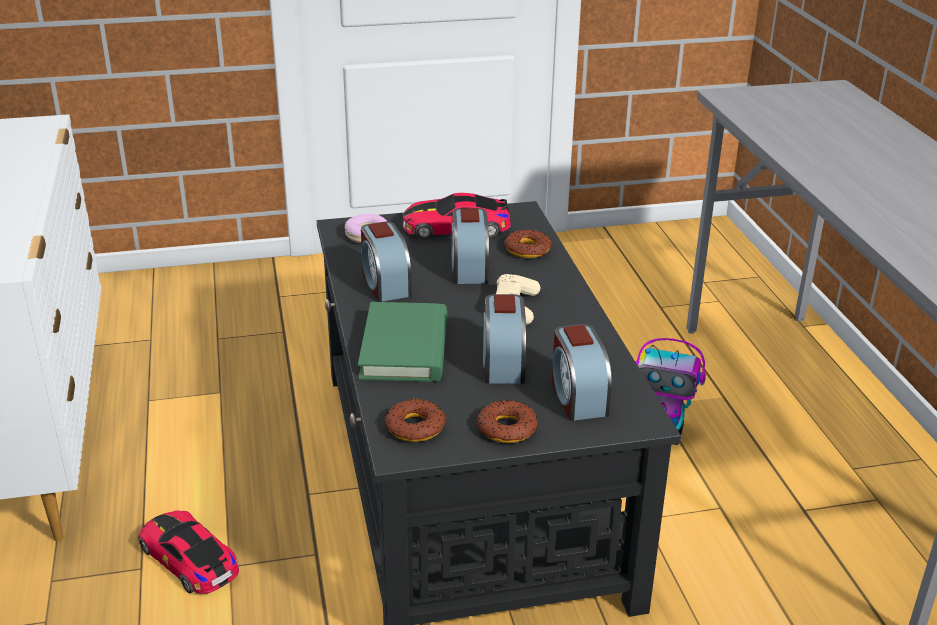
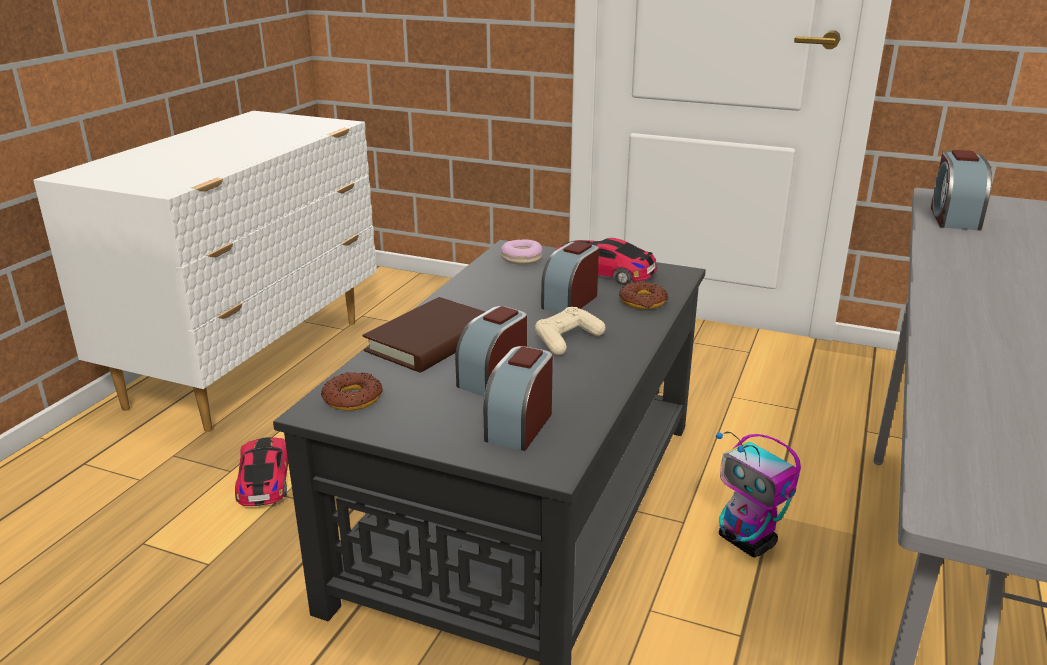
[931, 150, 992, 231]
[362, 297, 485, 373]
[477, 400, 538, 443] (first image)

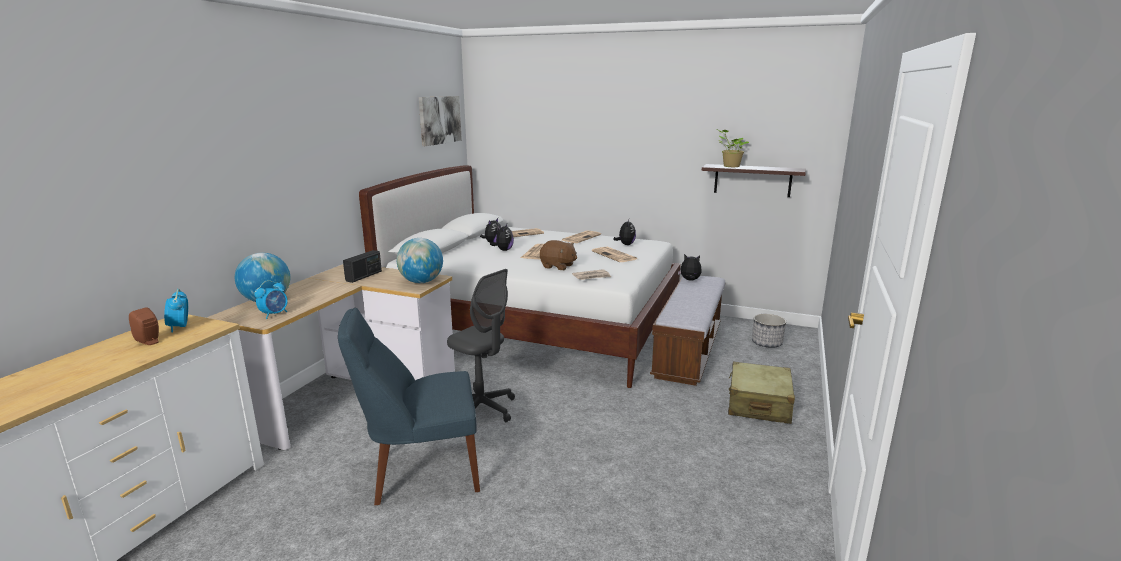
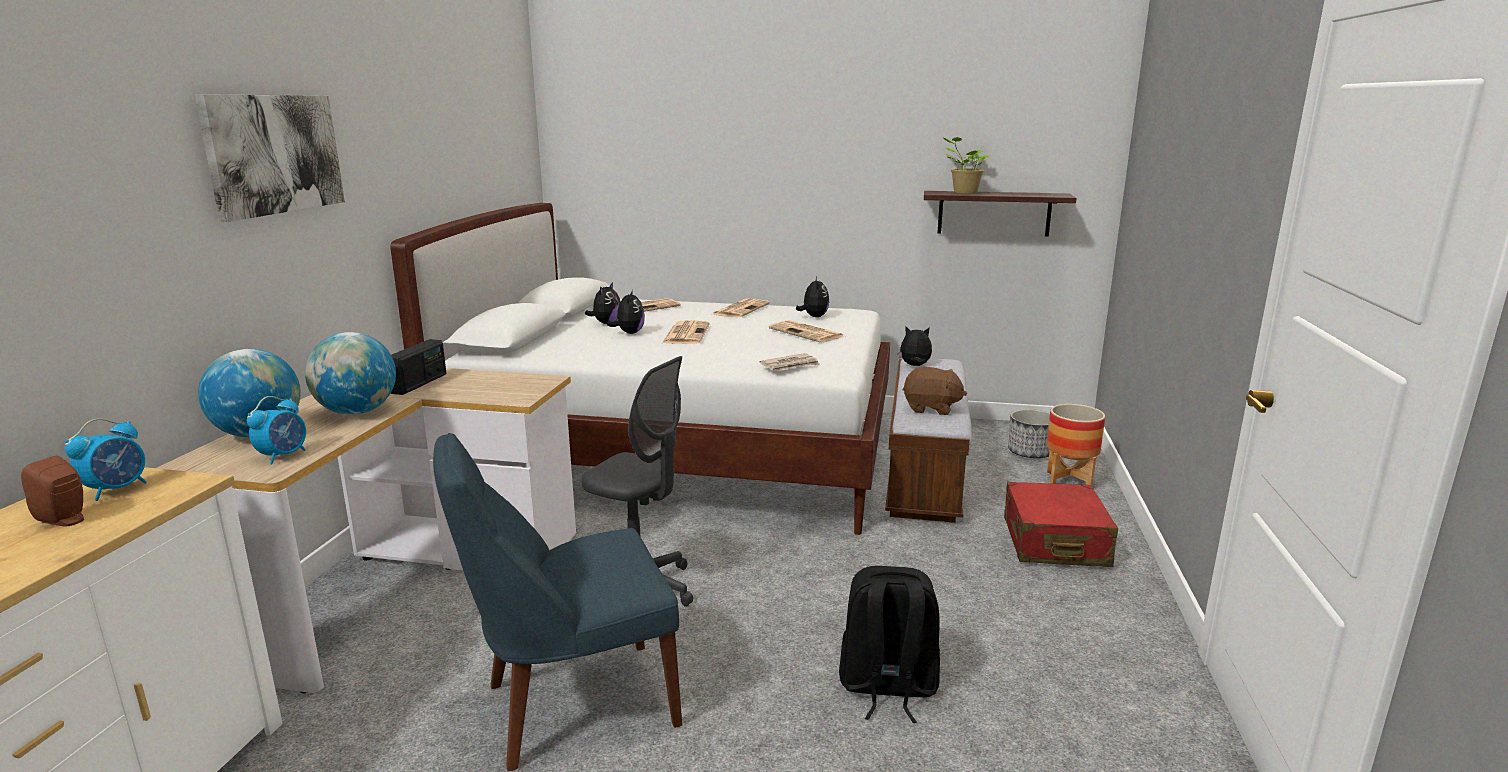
[195, 94, 345, 222]
[305, 332, 396, 415]
[903, 367, 967, 415]
[65, 418, 147, 501]
[1004, 482, 1118, 567]
[1046, 404, 1105, 486]
[839, 566, 940, 723]

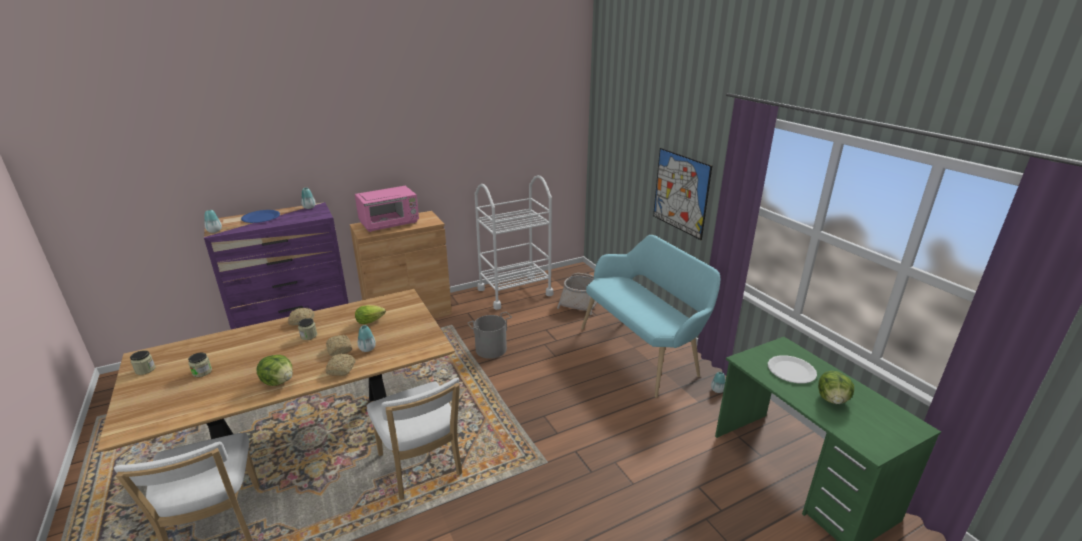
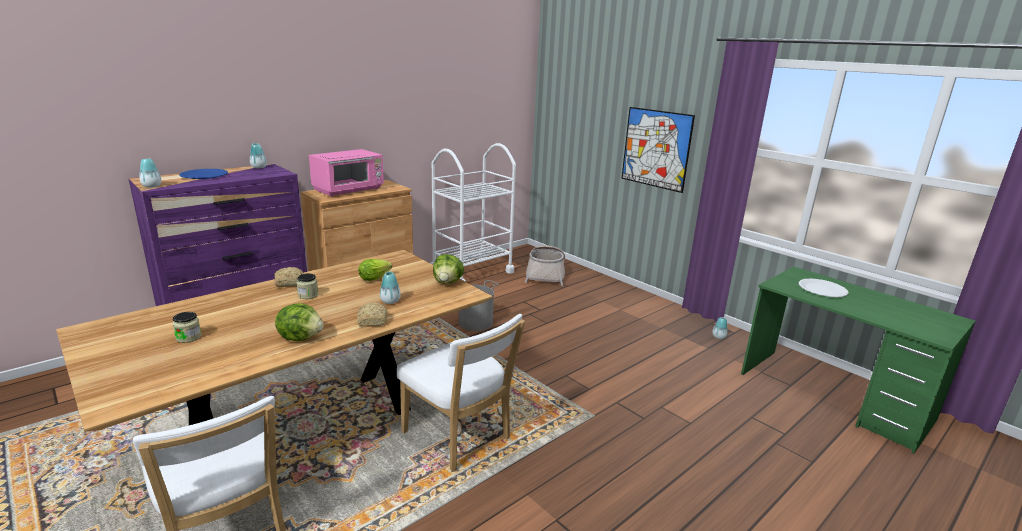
[581, 235, 720, 398] (first image)
[326, 335, 352, 356] (first image)
[130, 350, 156, 375] (first image)
[433, 254, 464, 284]

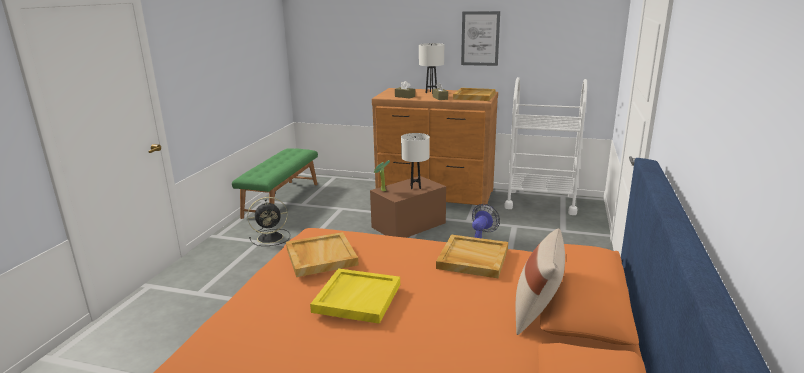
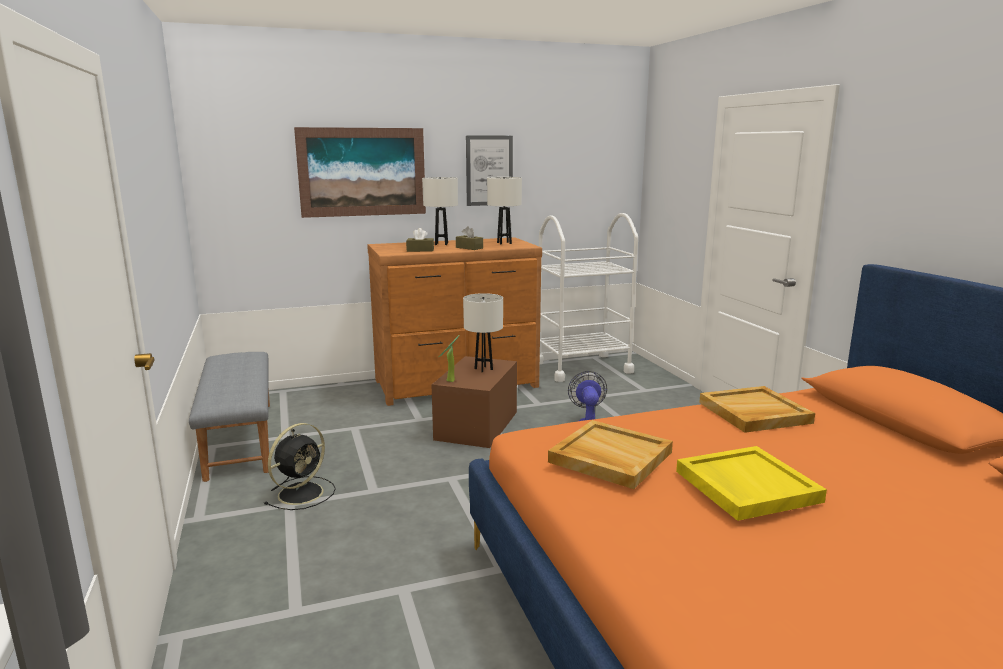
[487, 177, 522, 244]
[189, 352, 270, 482]
[515, 228, 565, 335] (first image)
[294, 127, 426, 218]

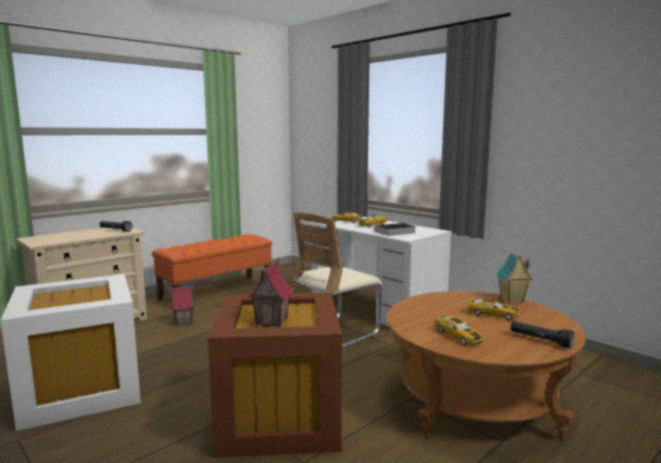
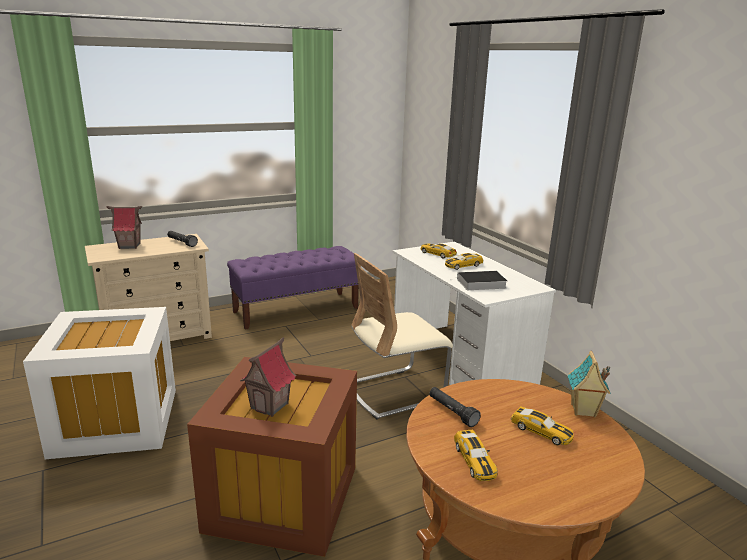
[227, 246, 359, 330]
[107, 206, 142, 249]
[429, 387, 481, 427]

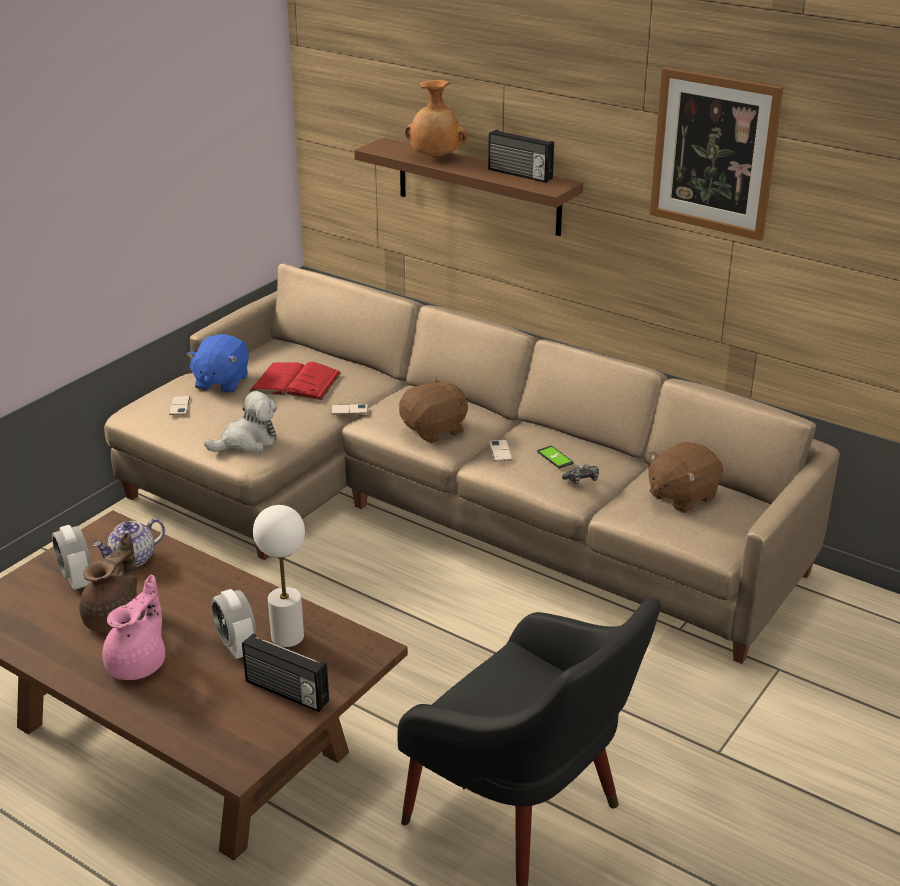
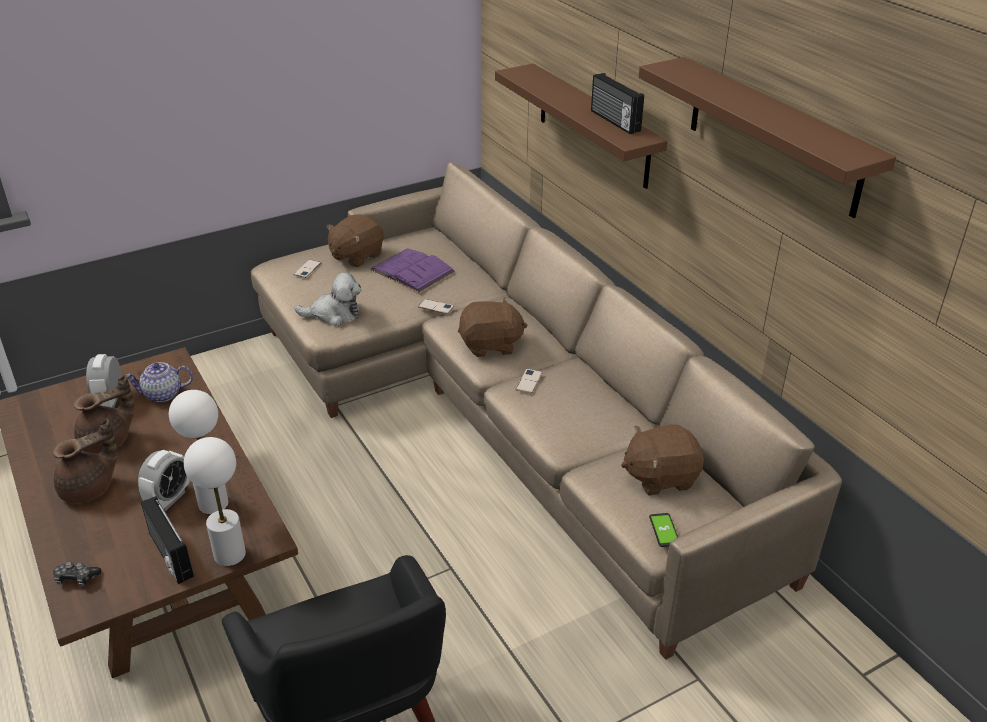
[639, 57, 896, 218]
[405, 80, 467, 157] (first image)
[326, 214, 384, 267]
[370, 249, 455, 292]
[649, 513, 678, 547]
[53, 561, 101, 586]
[53, 419, 117, 504]
[138, 450, 190, 511]
[184, 437, 246, 566]

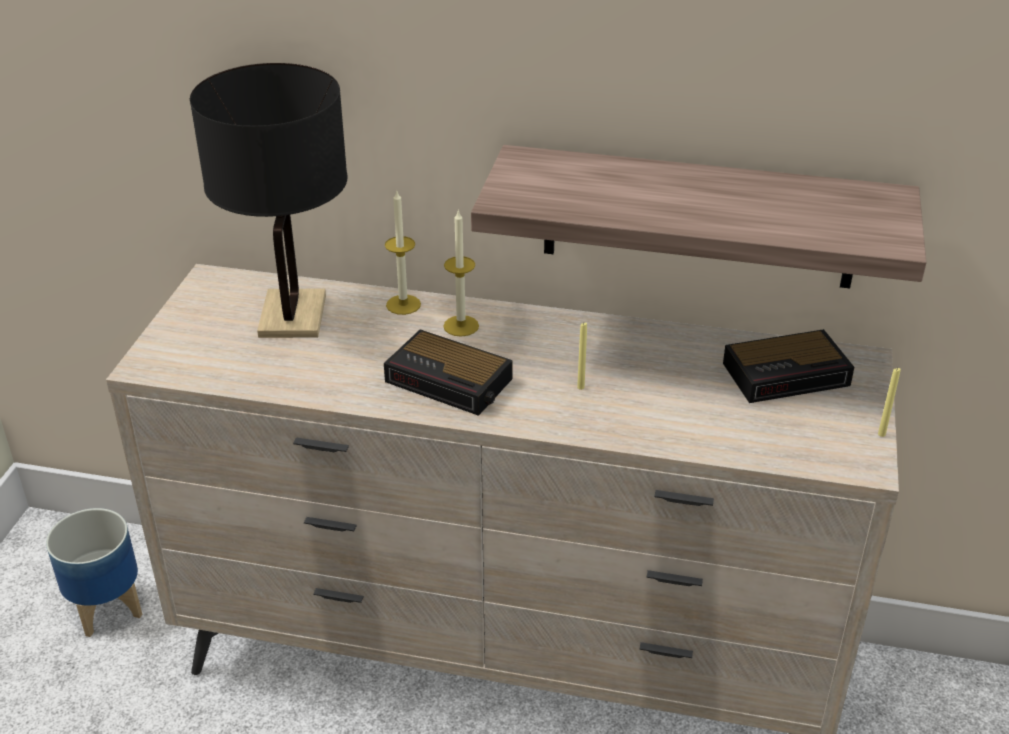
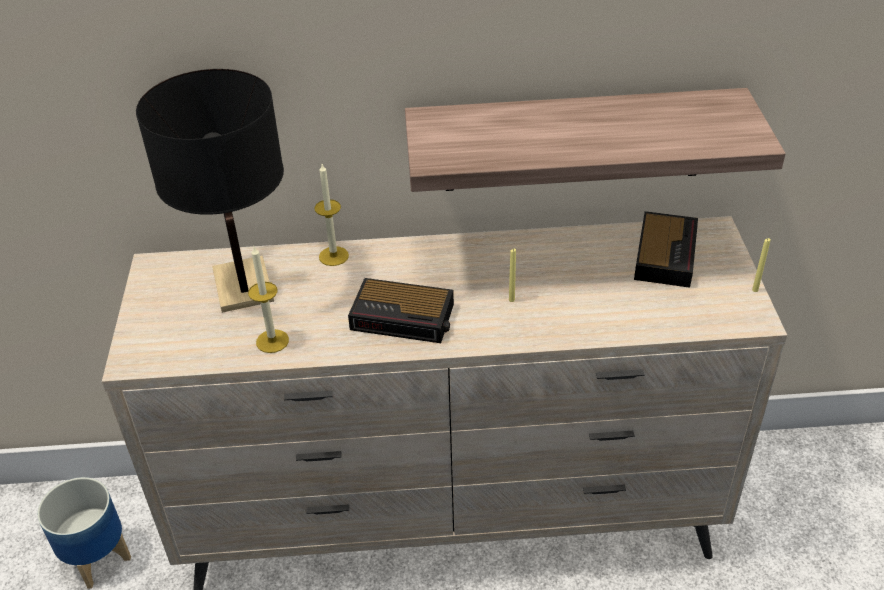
[248, 247, 289, 353]
[634, 211, 698, 288]

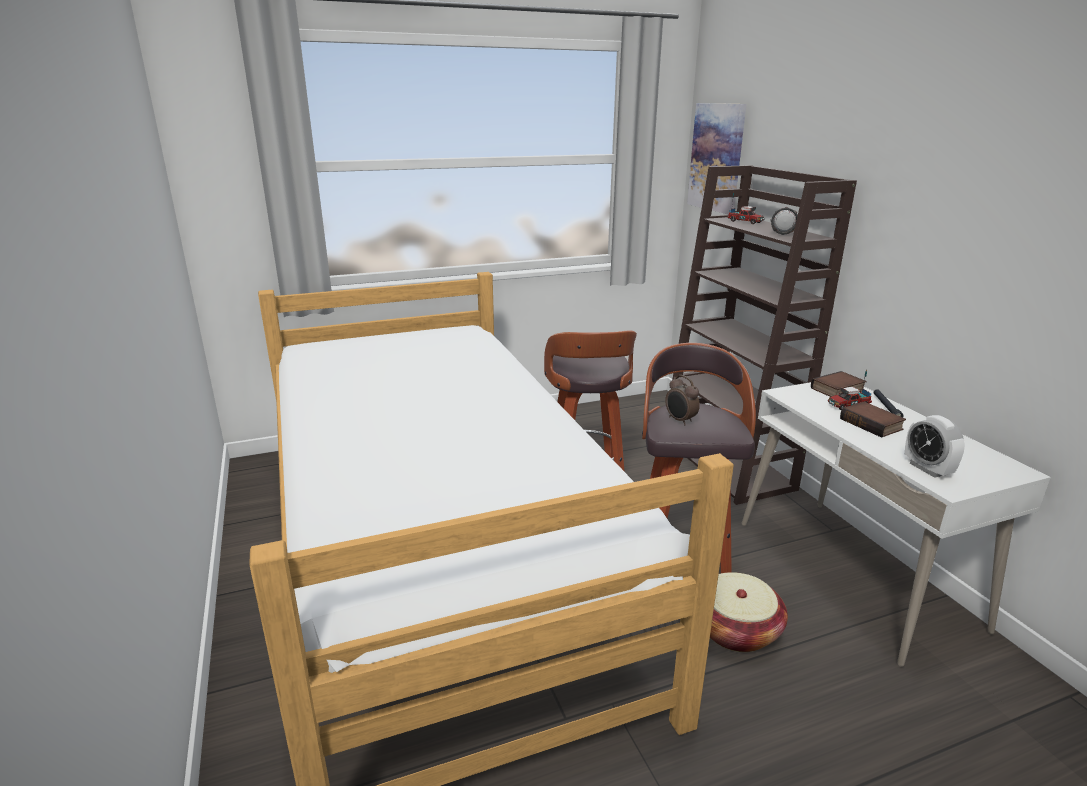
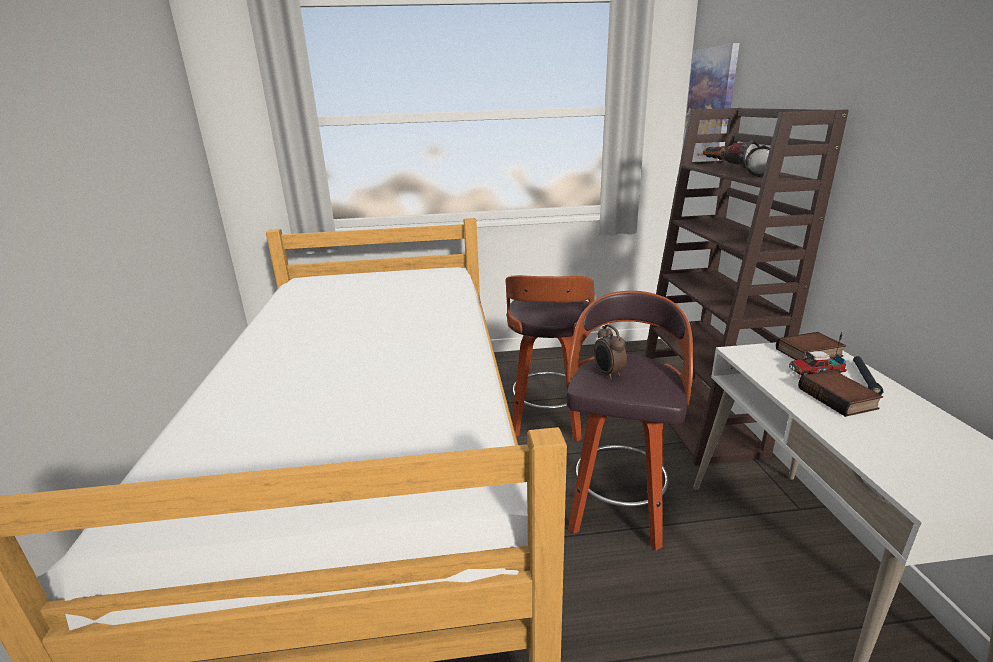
[703, 140, 760, 169]
[905, 415, 965, 478] (first image)
[710, 572, 788, 652] (first image)

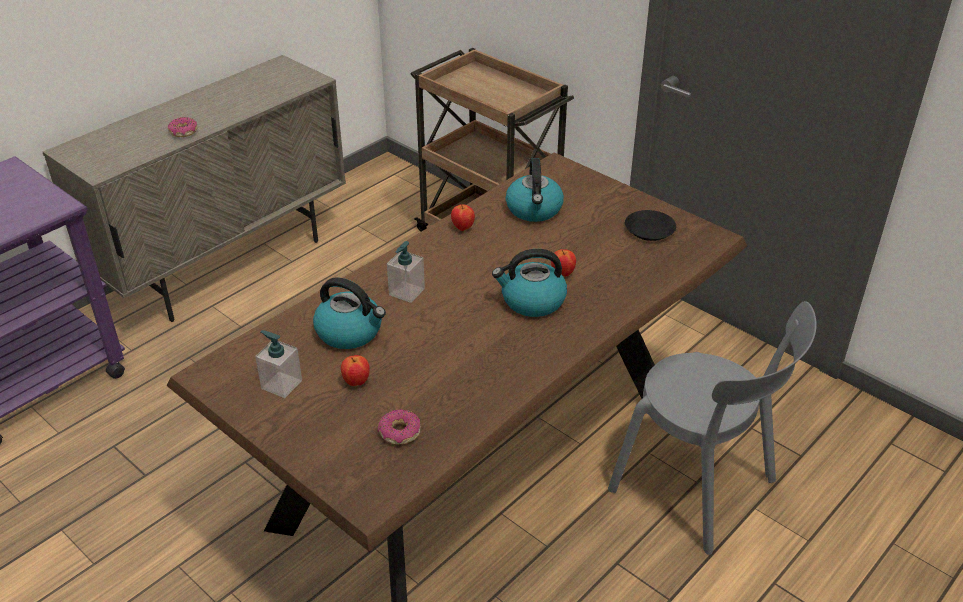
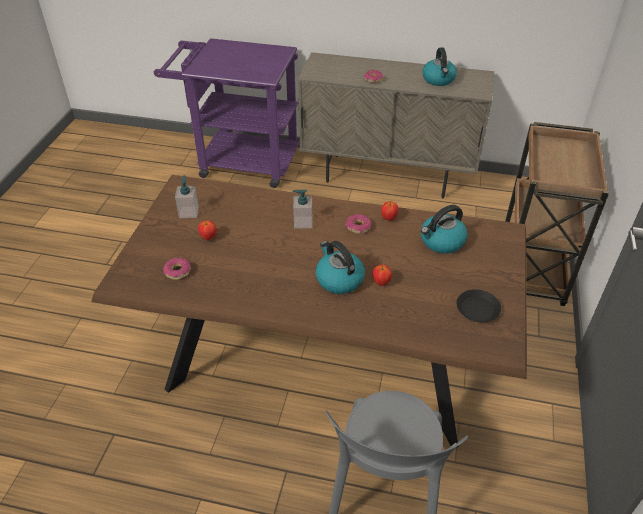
[422, 48, 457, 86]
[346, 214, 372, 234]

